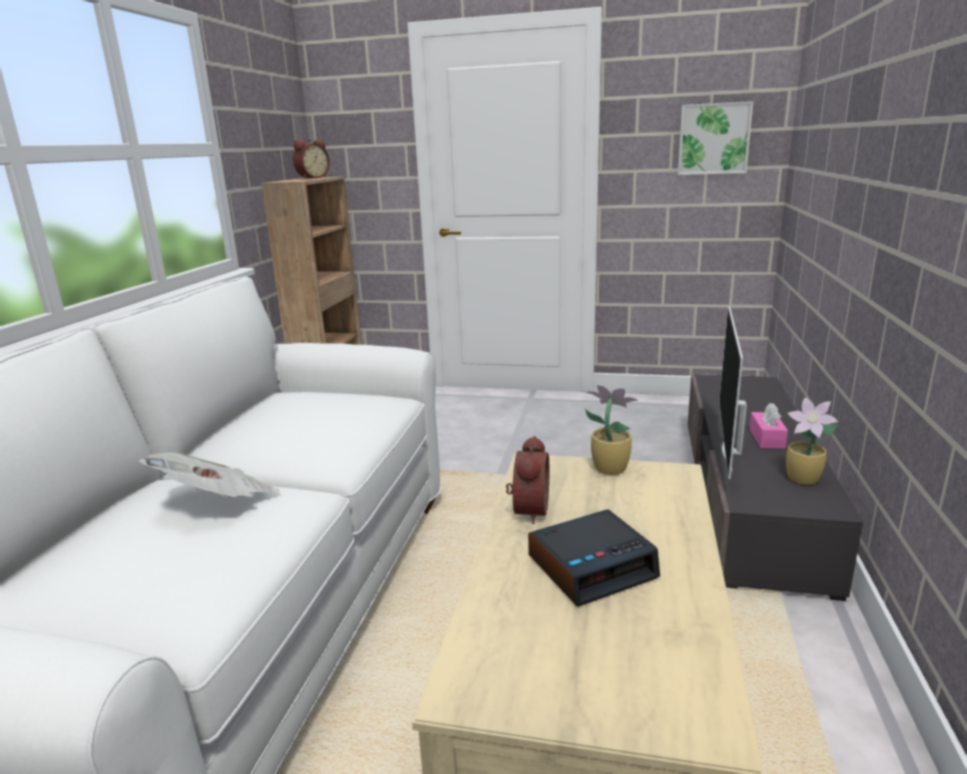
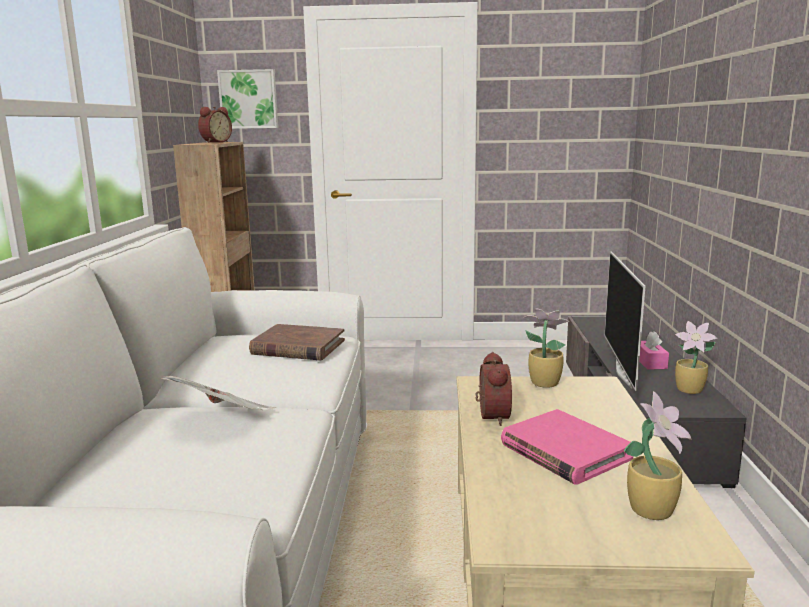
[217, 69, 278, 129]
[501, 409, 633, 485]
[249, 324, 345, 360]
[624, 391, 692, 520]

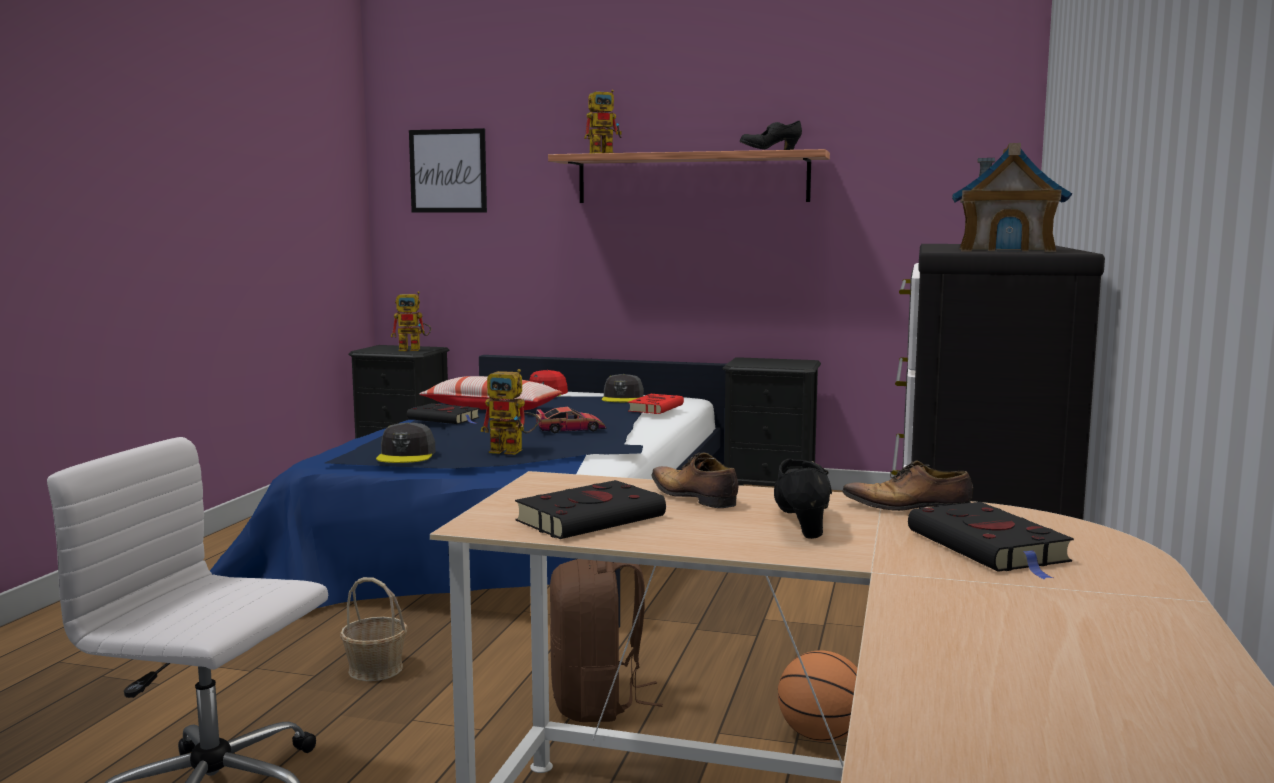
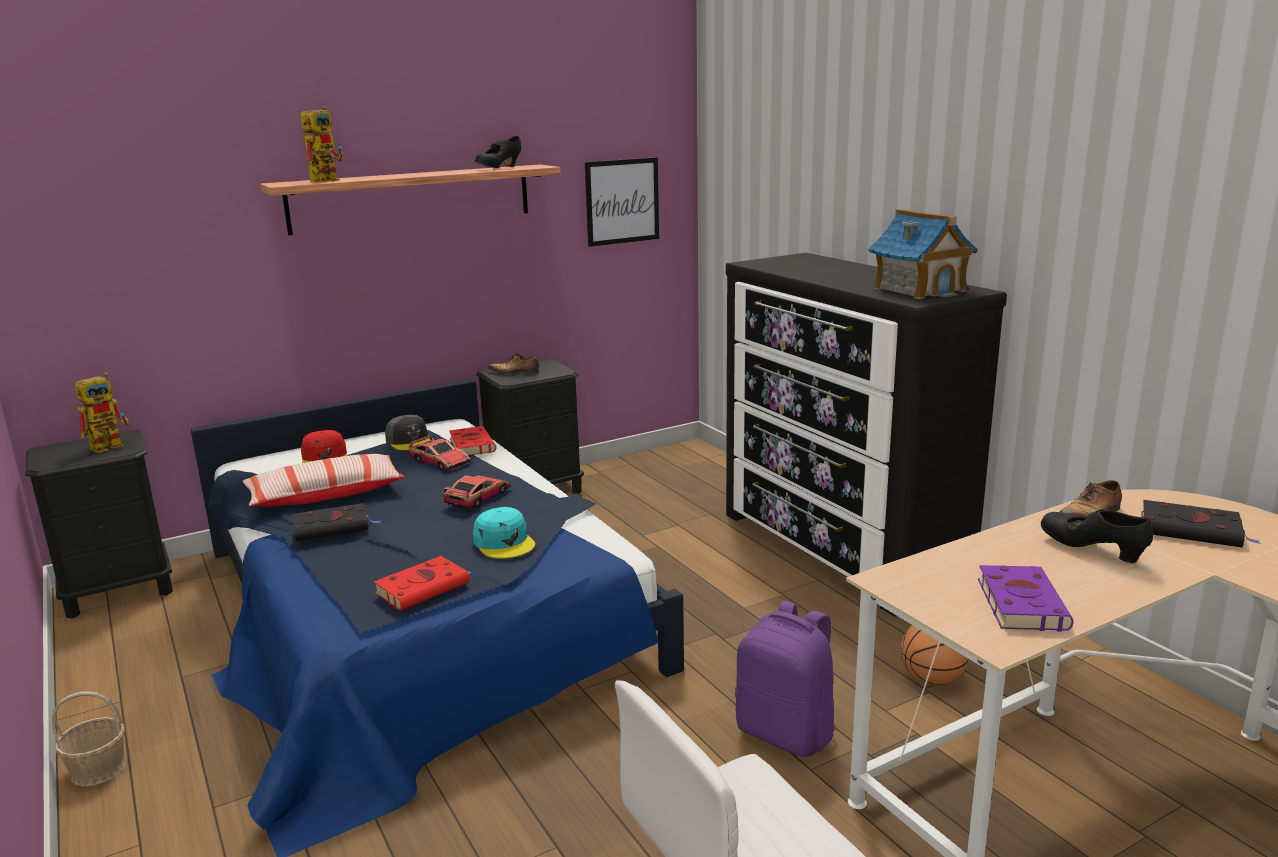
[585, 157, 659, 247]
[473, 507, 535, 559]
[374, 556, 472, 611]
[488, 353, 539, 374]
[978, 565, 1073, 631]
[735, 601, 835, 757]
[52, 692, 126, 787]
[409, 436, 471, 471]

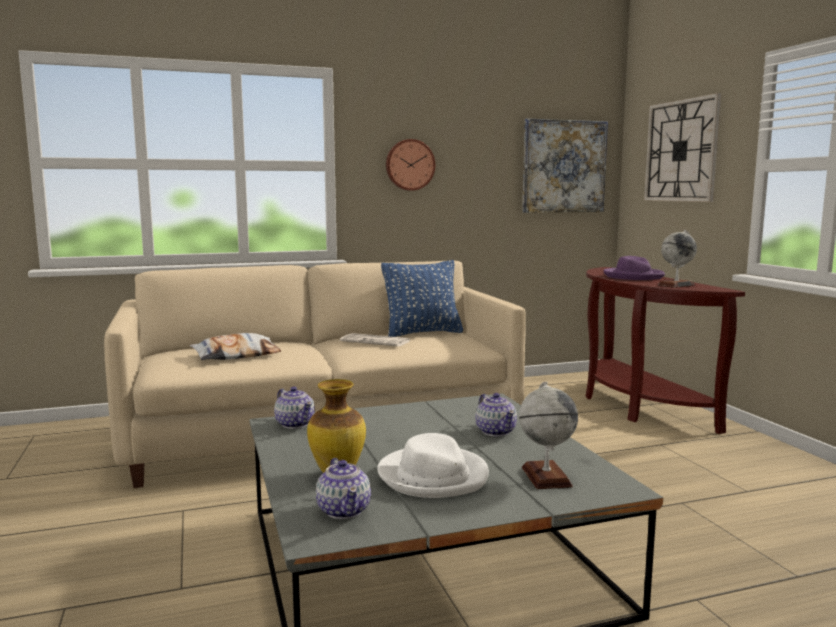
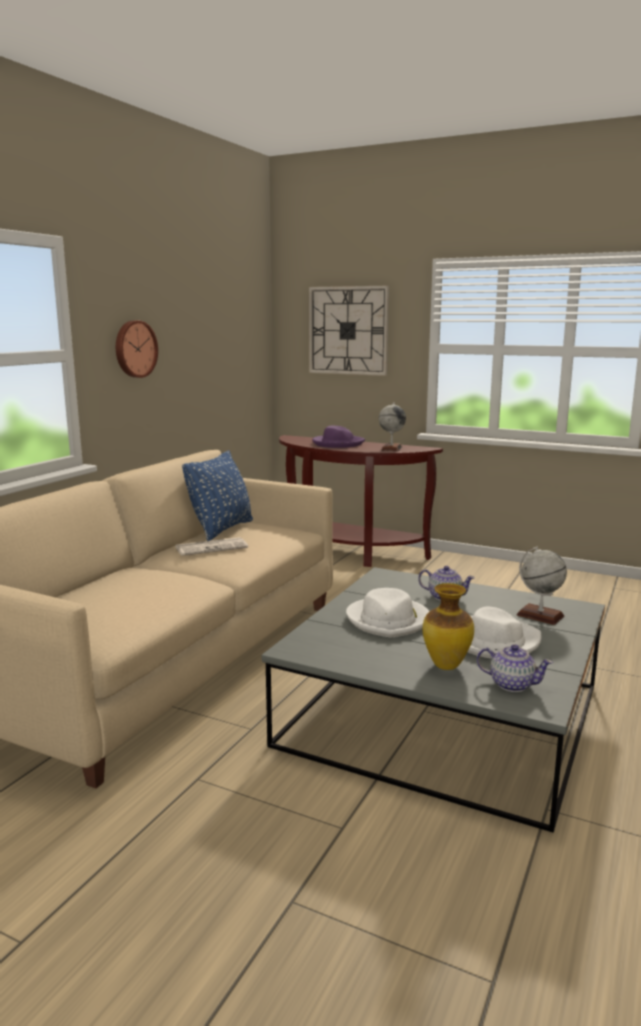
[522, 118, 608, 213] (first image)
[190, 333, 281, 360] (first image)
[274, 387, 315, 429] (first image)
[346, 588, 430, 637]

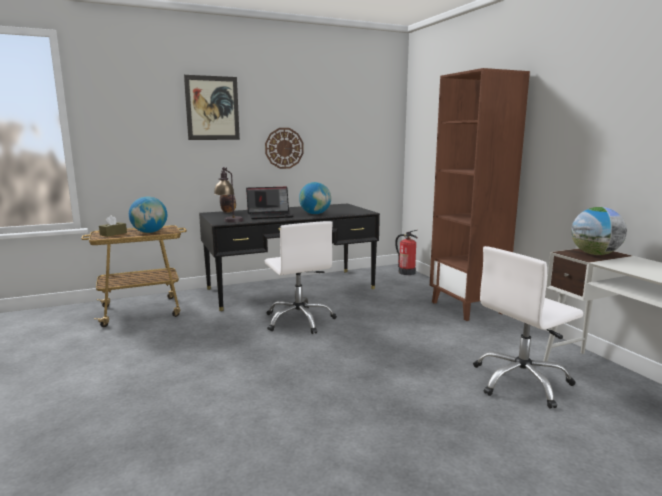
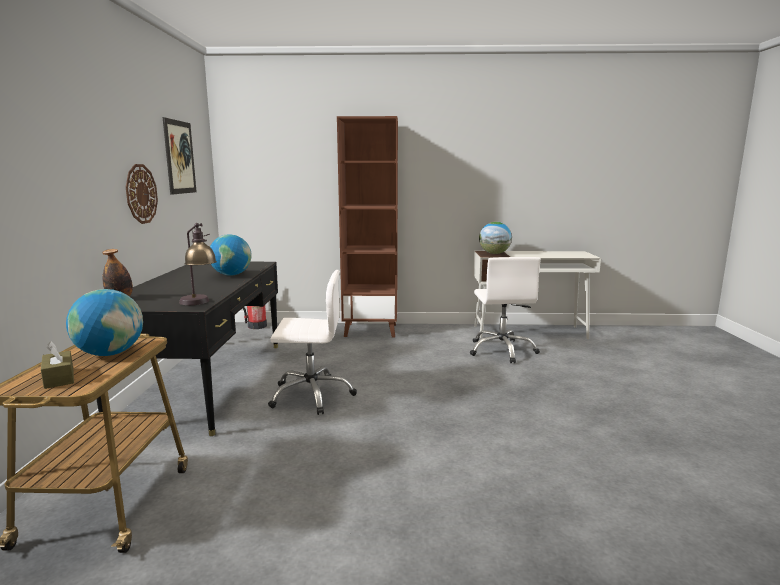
[162, 117, 197, 195]
[246, 186, 293, 219] (first image)

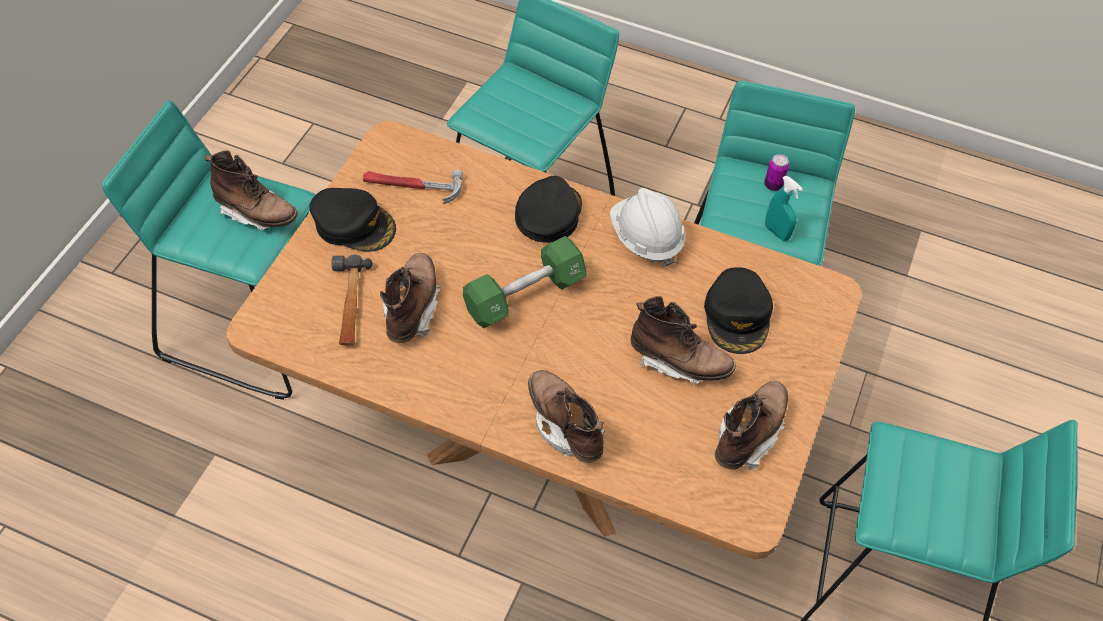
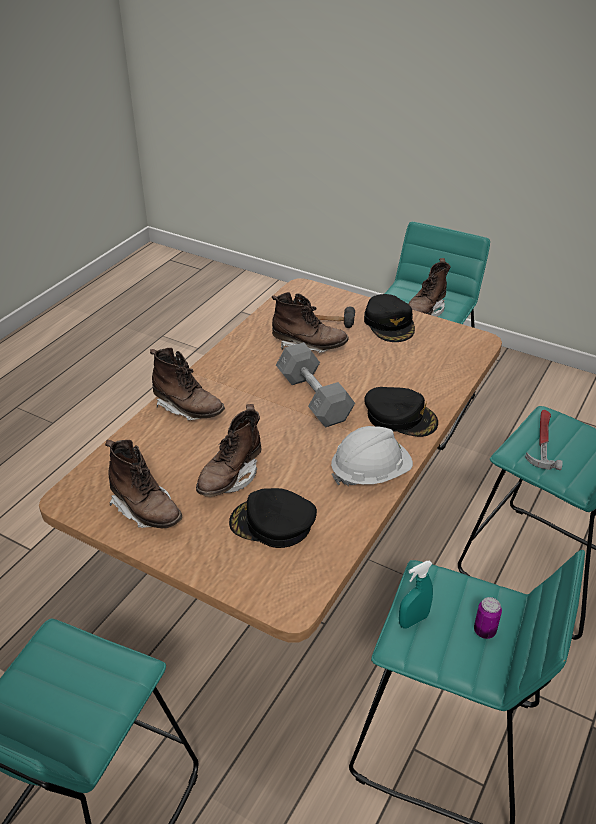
[525, 410, 563, 470]
[364, 294, 415, 342]
[276, 342, 355, 428]
[150, 348, 225, 421]

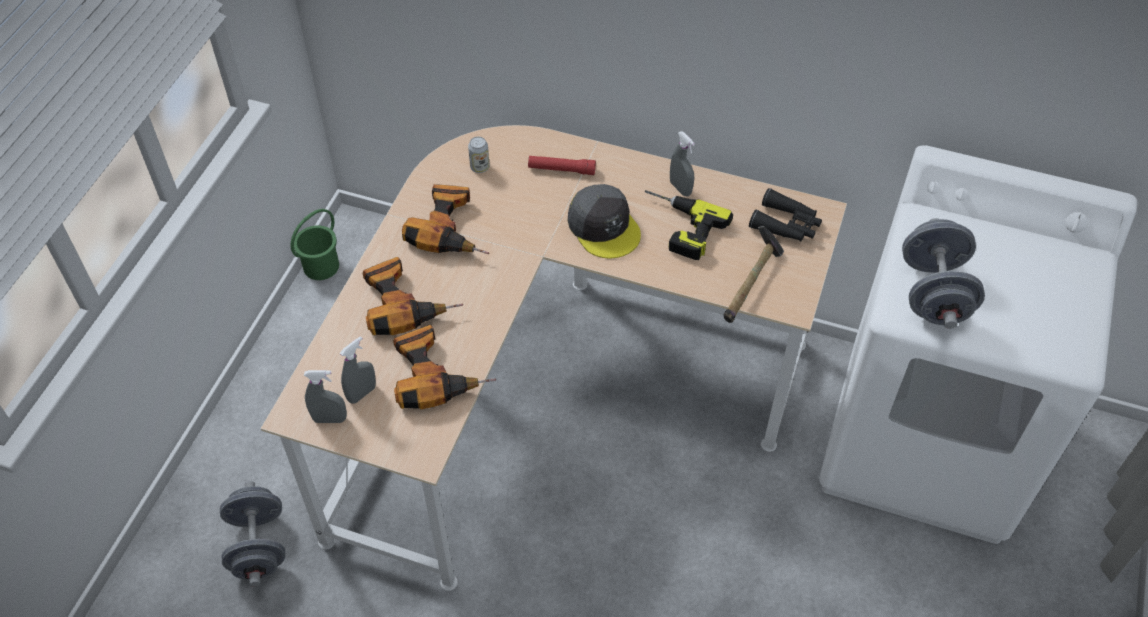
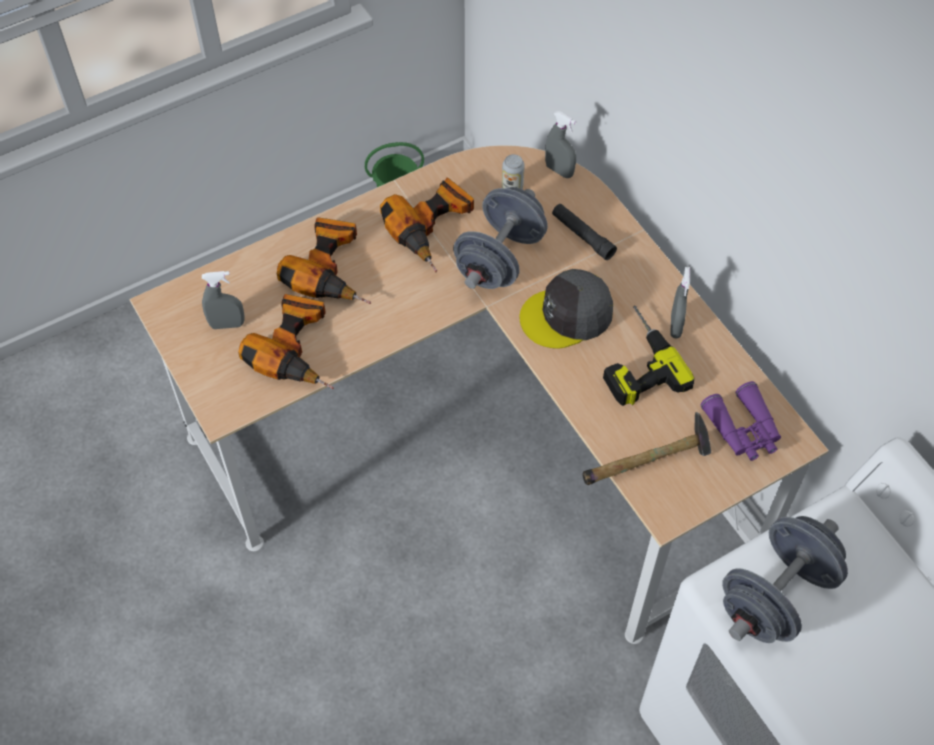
[552, 204, 617, 260]
[520, 269, 613, 349]
[701, 381, 781, 461]
[545, 111, 576, 178]
[453, 187, 548, 289]

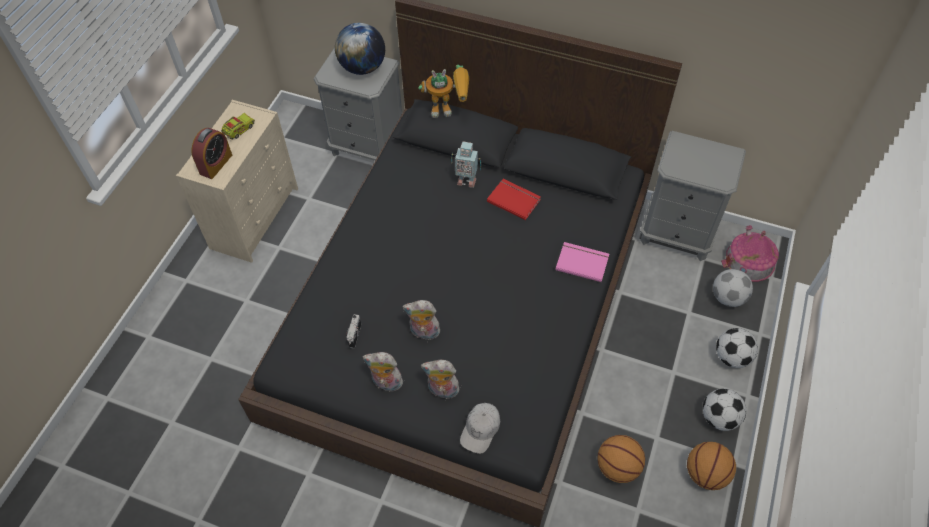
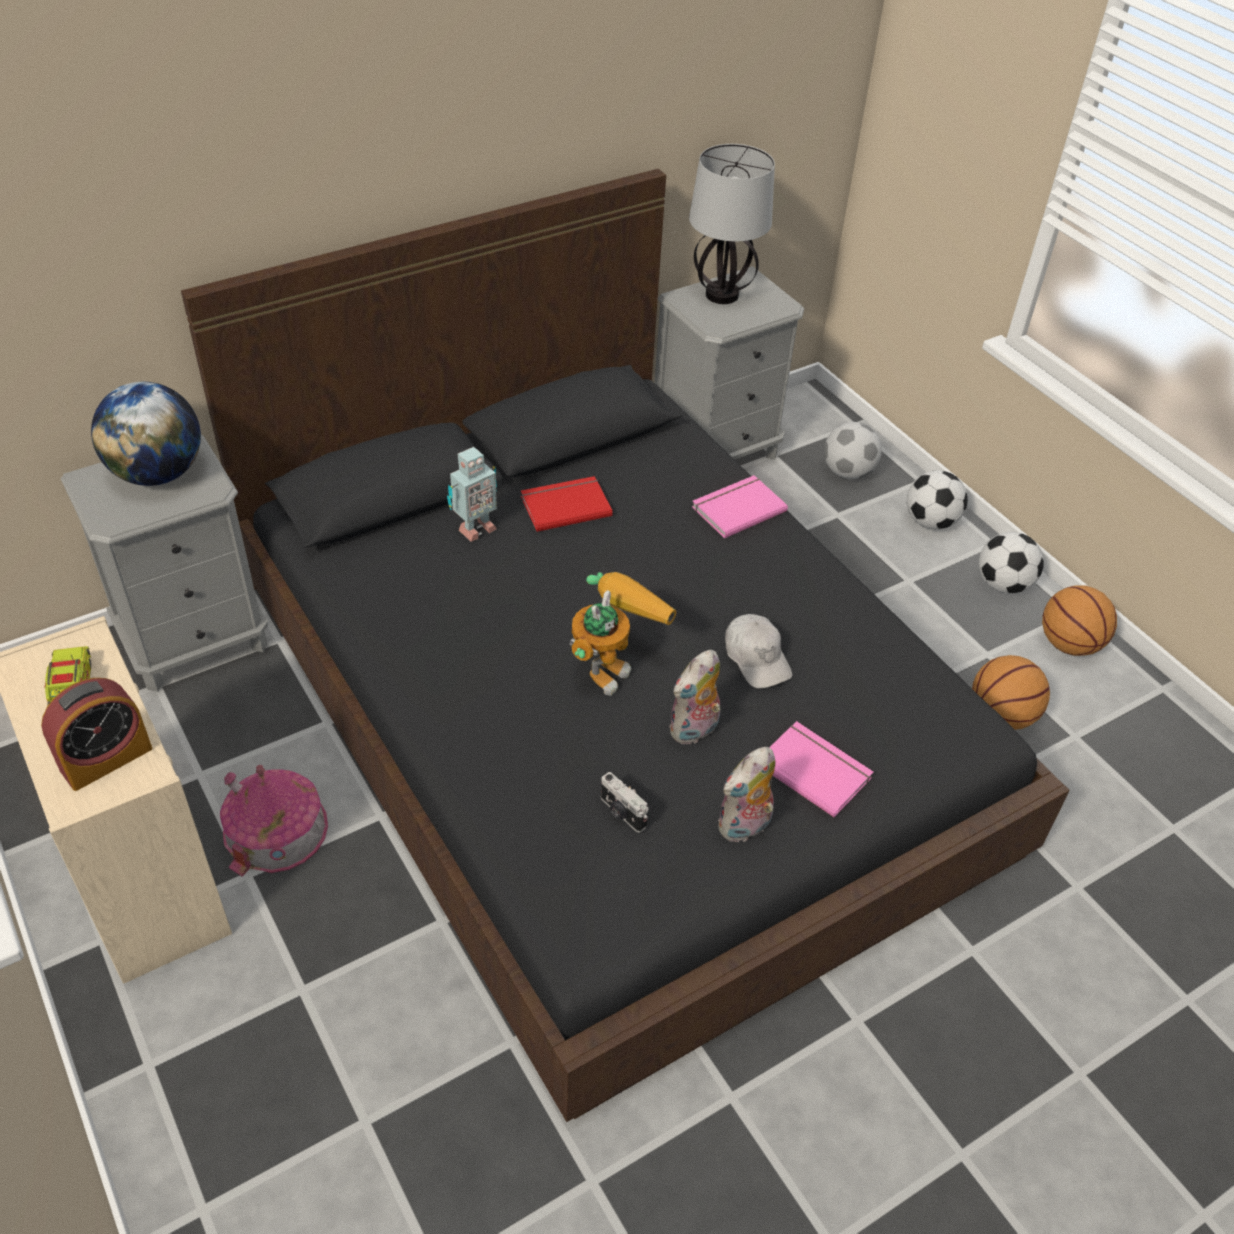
[570, 572, 677, 696]
[41, 678, 152, 791]
[220, 765, 328, 876]
[769, 721, 873, 818]
[725, 614, 792, 689]
[689, 144, 775, 304]

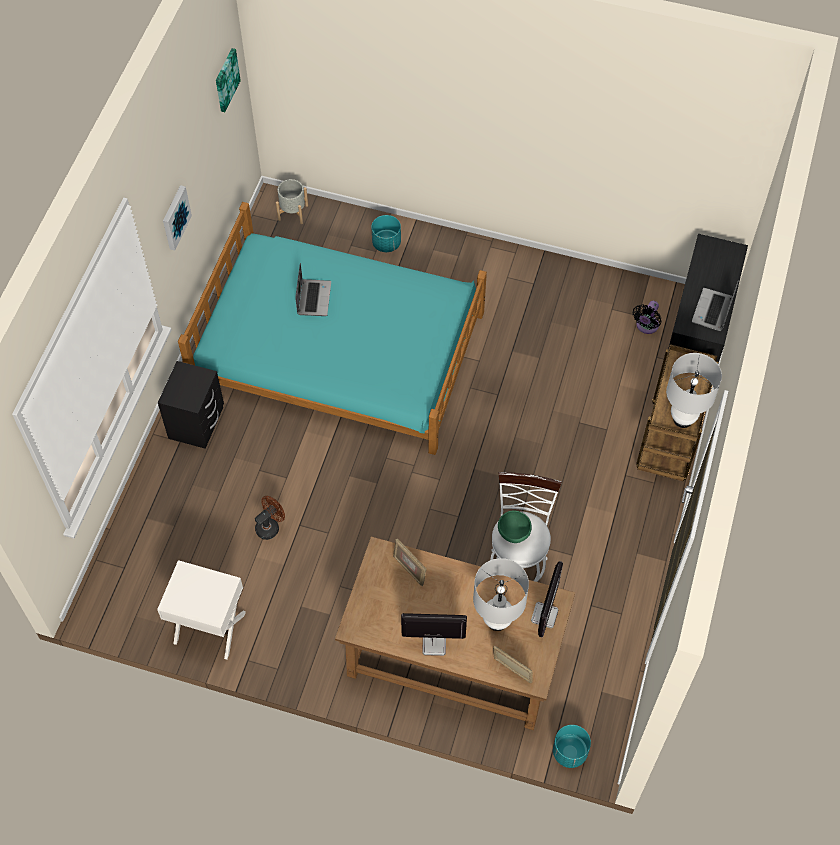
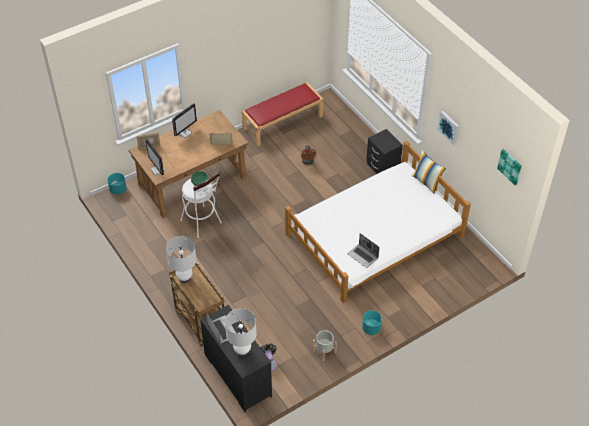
[313, 330, 337, 361]
[285, 141, 471, 303]
[362, 311, 382, 335]
[348, 233, 380, 268]
[225, 308, 257, 357]
[242, 83, 323, 146]
[412, 150, 446, 194]

